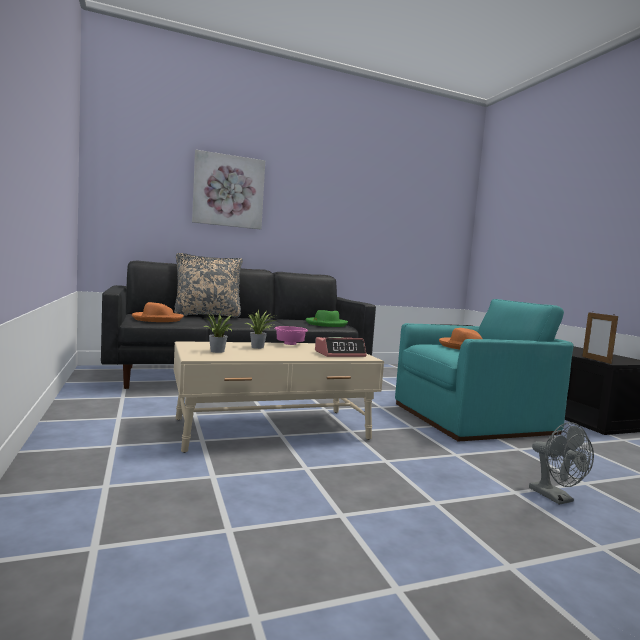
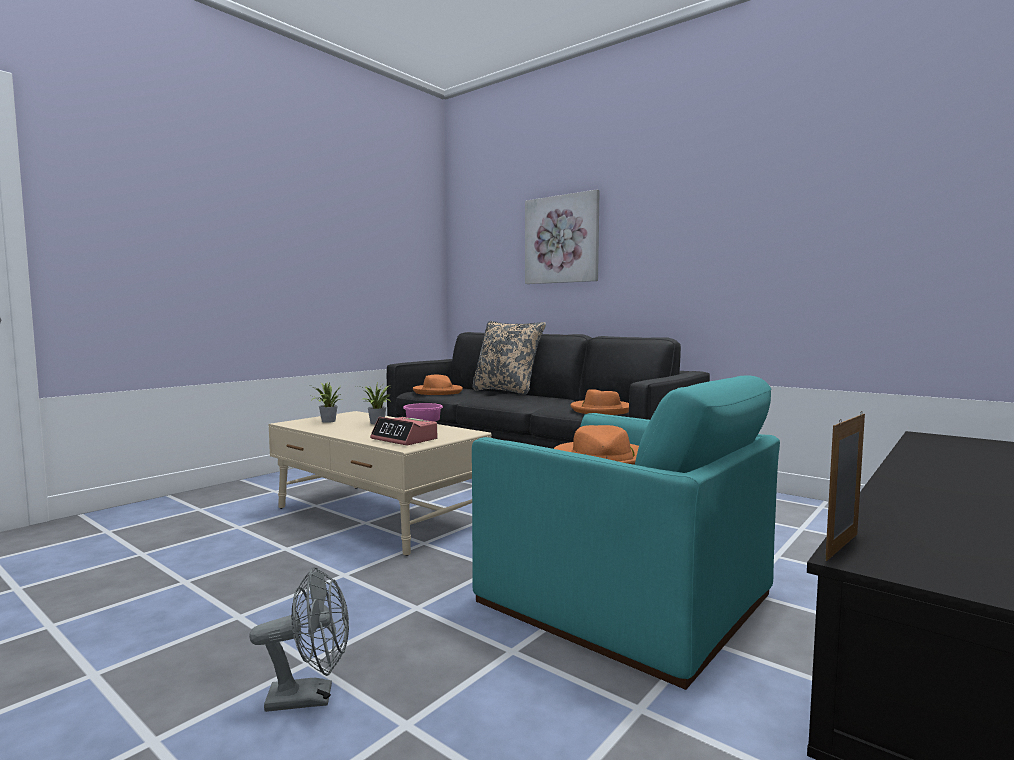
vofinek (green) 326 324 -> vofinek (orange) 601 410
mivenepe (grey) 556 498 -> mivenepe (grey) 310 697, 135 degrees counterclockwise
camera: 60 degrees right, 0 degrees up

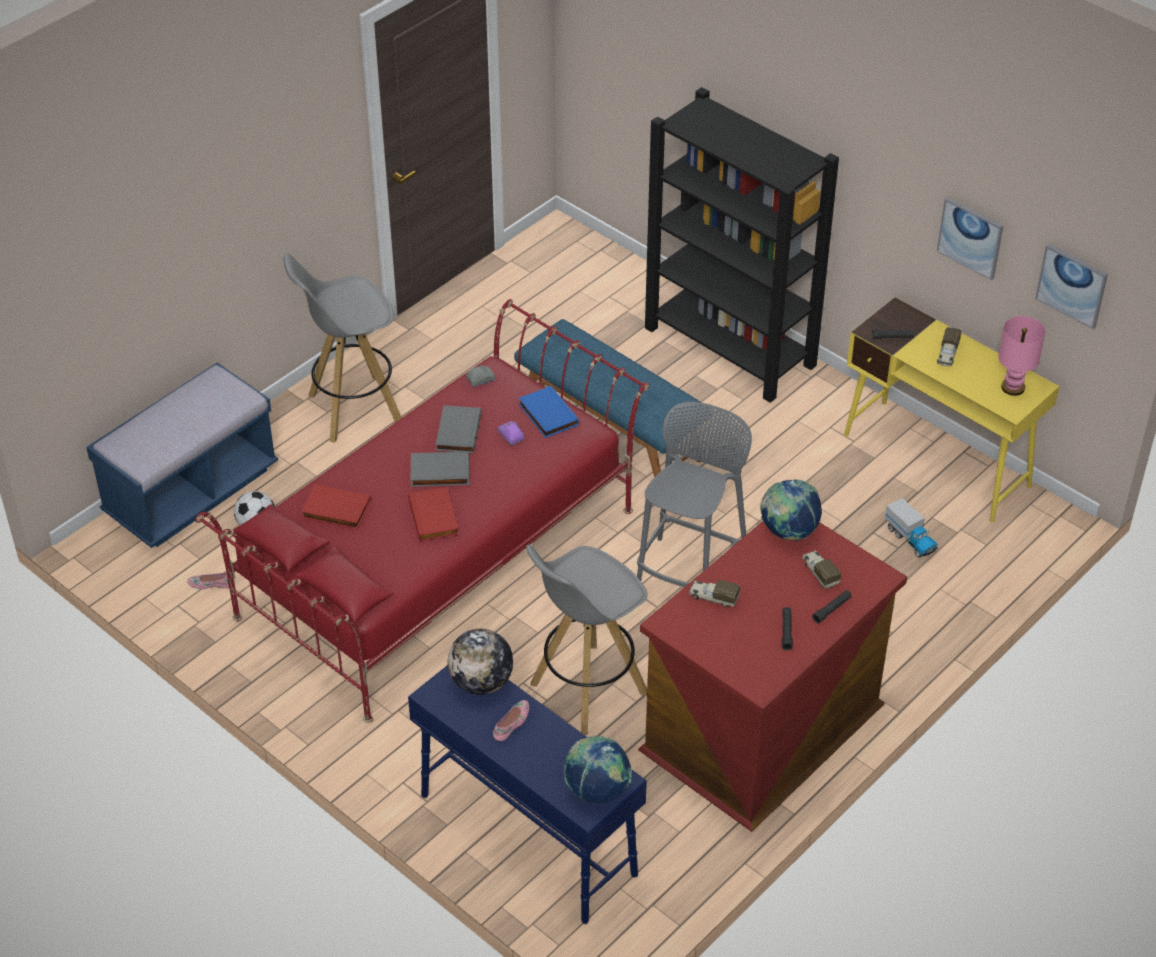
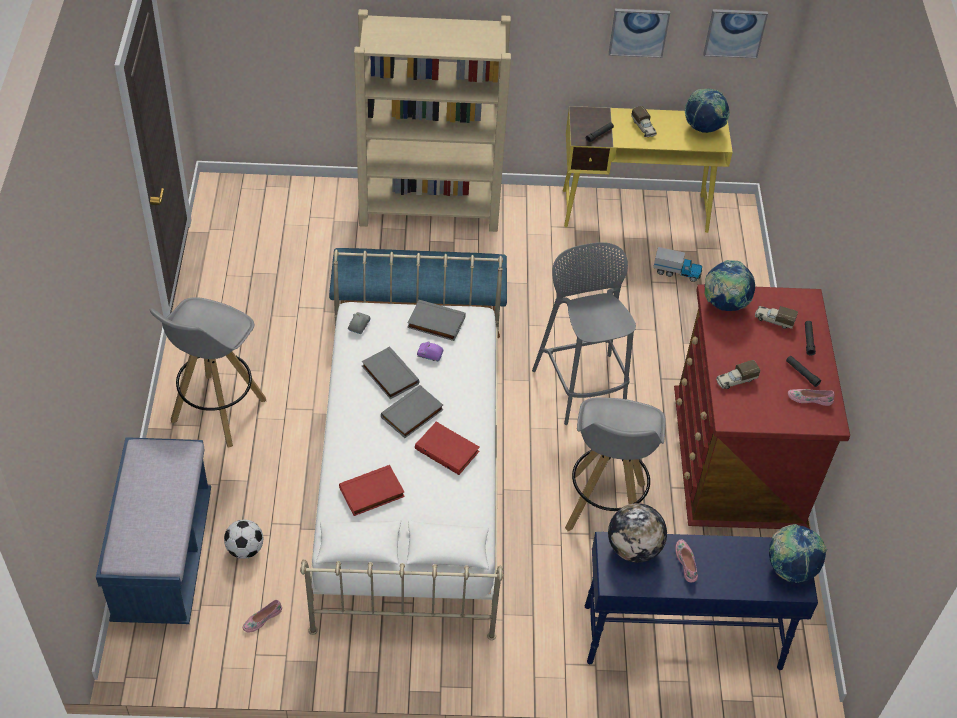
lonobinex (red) 438 564 -> lonobinex (white) 410 488
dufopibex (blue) 547 415 -> dufopibex (grey) 435 323
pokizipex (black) 730 346 -> pokizipex (beige) 429 207
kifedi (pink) 1013 387 -> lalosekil 703 128
none -> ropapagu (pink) 809 398
camera: 45 degrees left, 5 degrees up

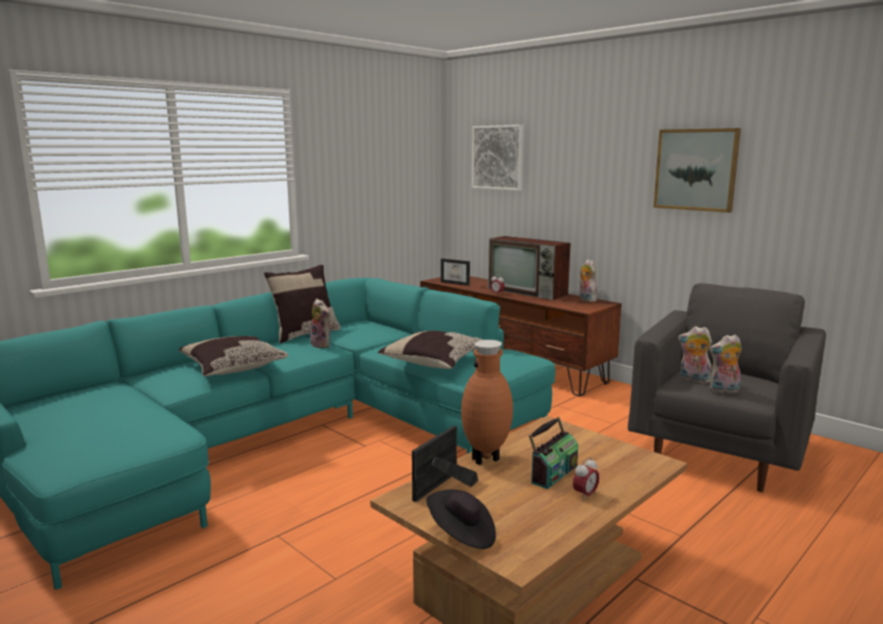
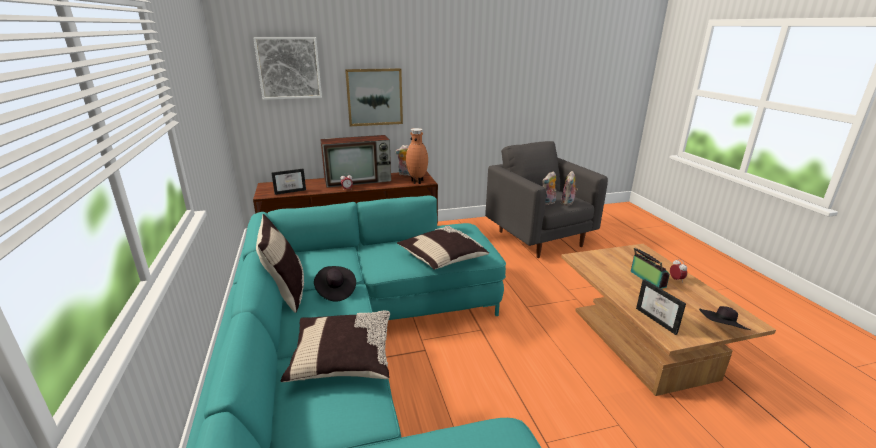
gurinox 322 345 -> vofinek (black) 335 291
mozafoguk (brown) 487 459 -> mozafoguk (brown) 417 182, shifted
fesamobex 696 169 -> fesamobex 374 97, shifted
camera: 60 degrees left, 10 degrees up

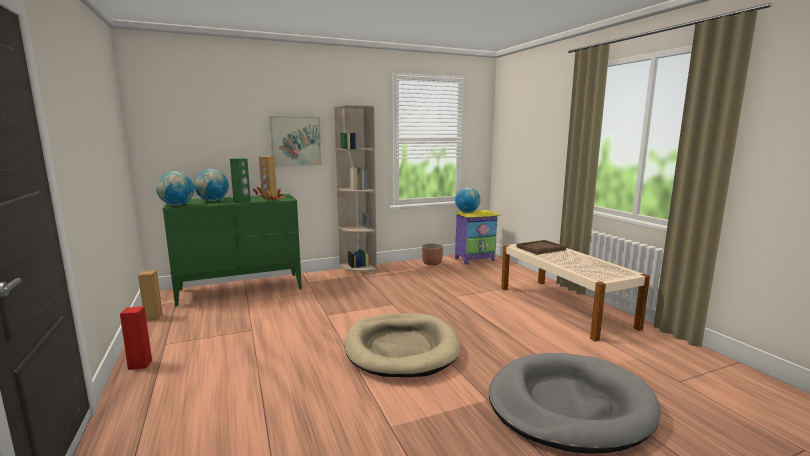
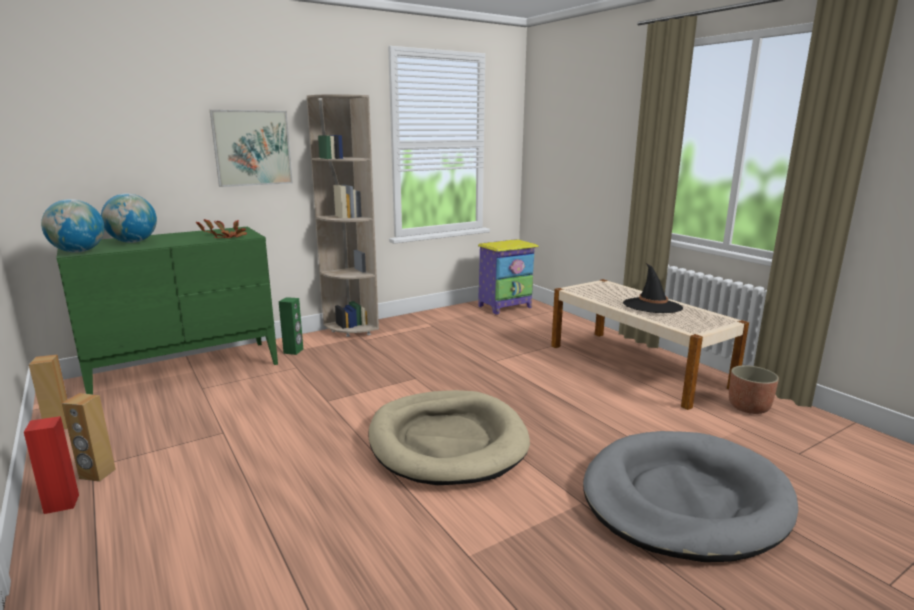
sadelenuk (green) 242 202 -> sadelenuk (green) 293 351, shifted
sadelenuk (brown) 269 196 -> sadelenuk (brown) 97 474, shifted
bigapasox 432 263 -> bigapasox 748 407, shifted
lalosekil 467 212 -> none
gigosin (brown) 540 248 -> none
none -> vofinek (black) 652 306
camera: 10 degrees left, 5 degrees up

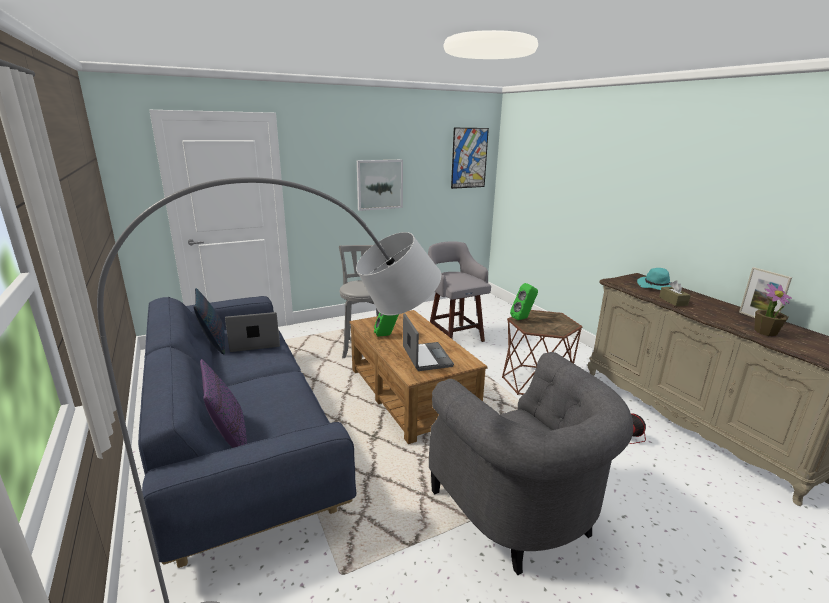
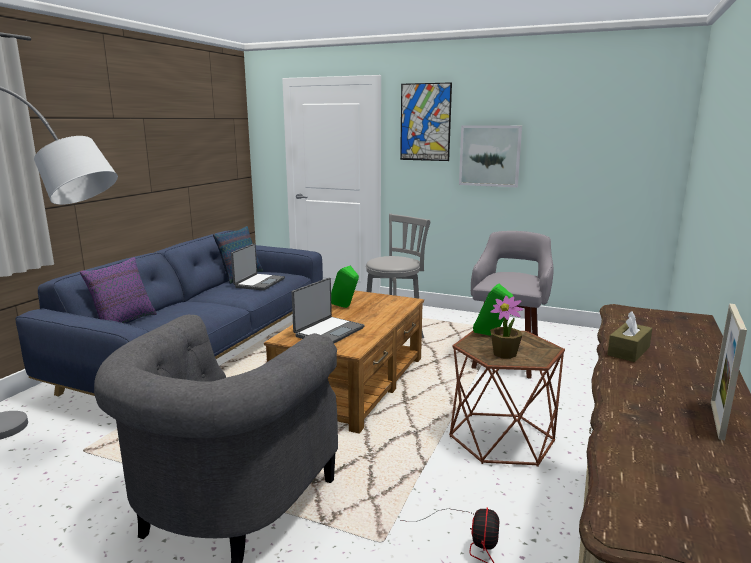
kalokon 255 343 -> kalokon 259 283, 75 degrees clockwise
fesamobex 469 158 -> fesamobex 425 122, shifted
vofinek (turquoise) 656 286 -> none
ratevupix 766 332 -> ratevupix 504 354, shifted
camera: 50 degrees right, 5 degrees down

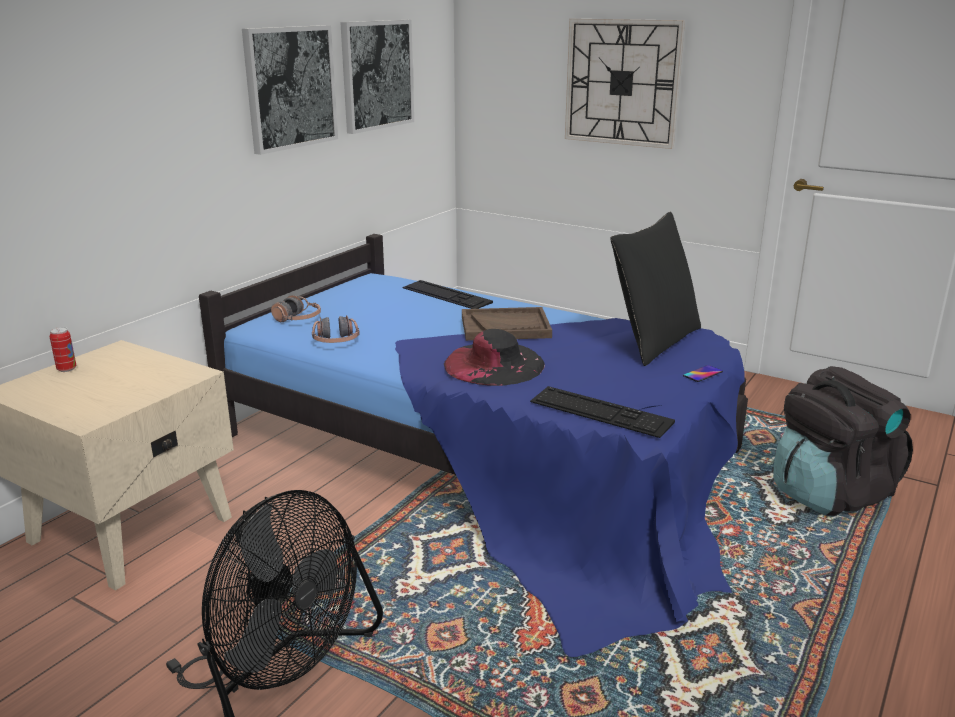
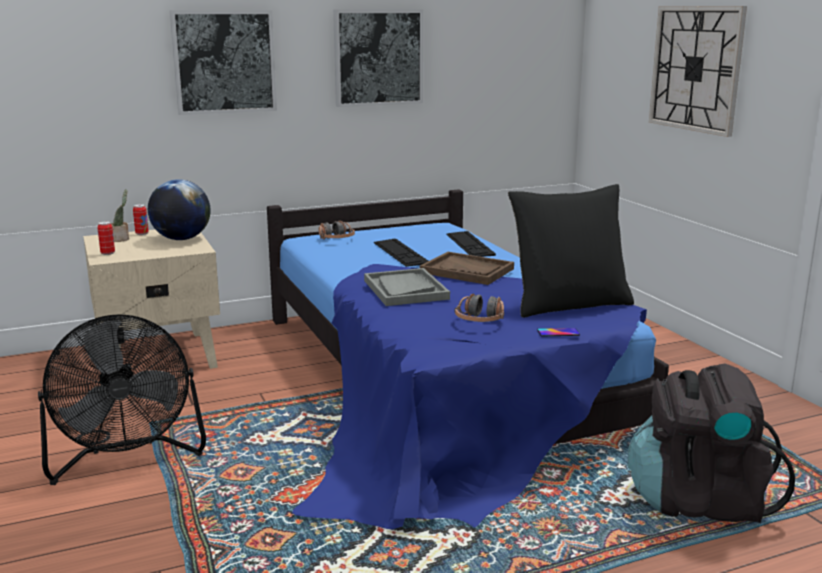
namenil 336 341 -> namenil 480 321, shifted
fesamobex 376 75 -> fesamobex 224 62, shifted
vofinek (black) 494 364 -> gigosin (grey) 405 289
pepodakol 600 412 -> pepodakol 400 252, shifted
none -> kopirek 107 253
none -> ratevupix 121 239
none -> lalosekil 181 239
camera: 35 degrees right, 5 degrees down

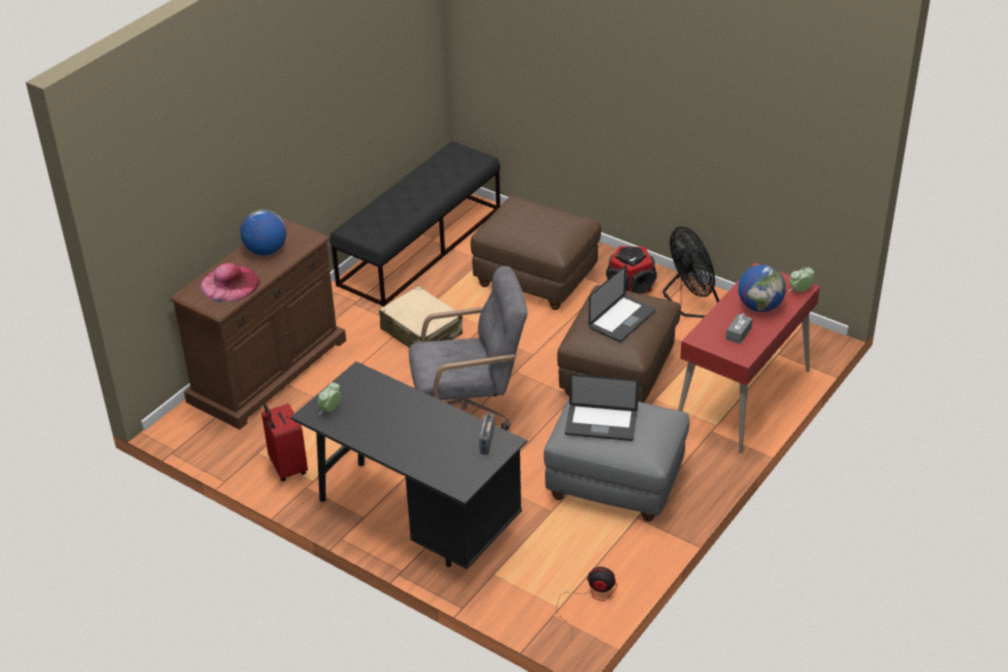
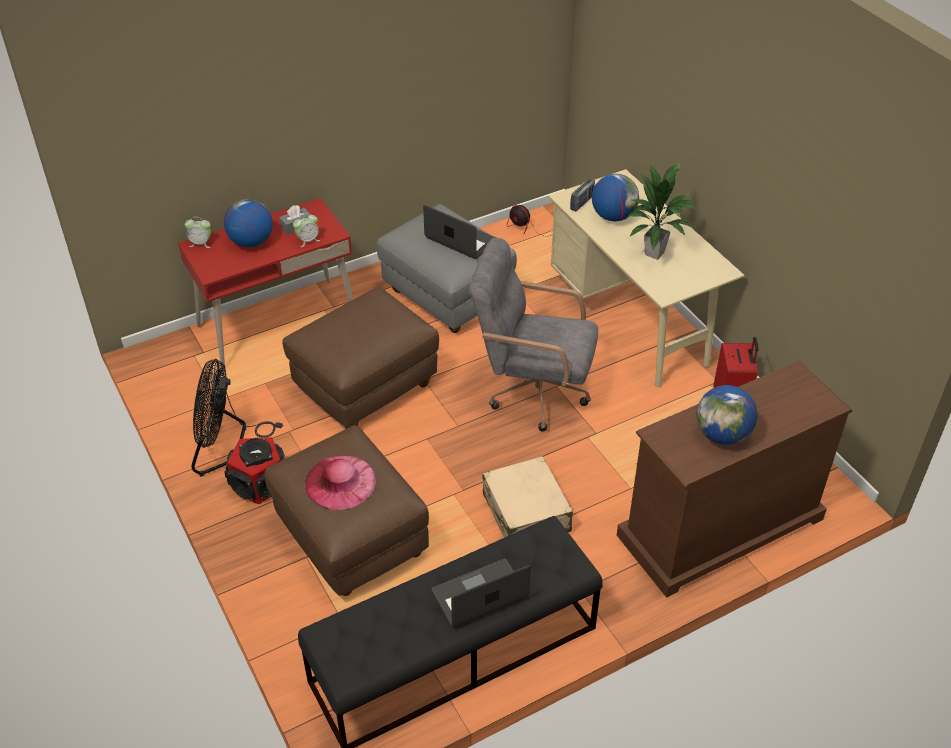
vofinek (pink) 230 283 -> vofinek (pink) 340 482, shifted
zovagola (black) 414 519 -> zovagola (beige) 632 322
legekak 330 410 -> legekak 308 240, shifted
kalokon 622 319 -> kalokon 480 595, shifted
none -> lalosekil 613 216
none -> ratevupix 655 253
camera: 155 degrees left, 5 degrees up

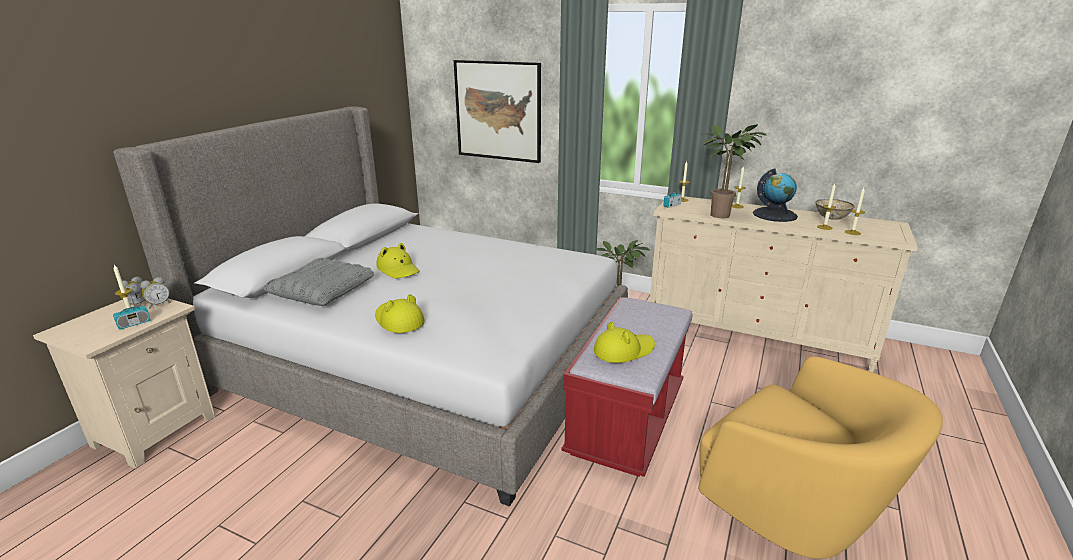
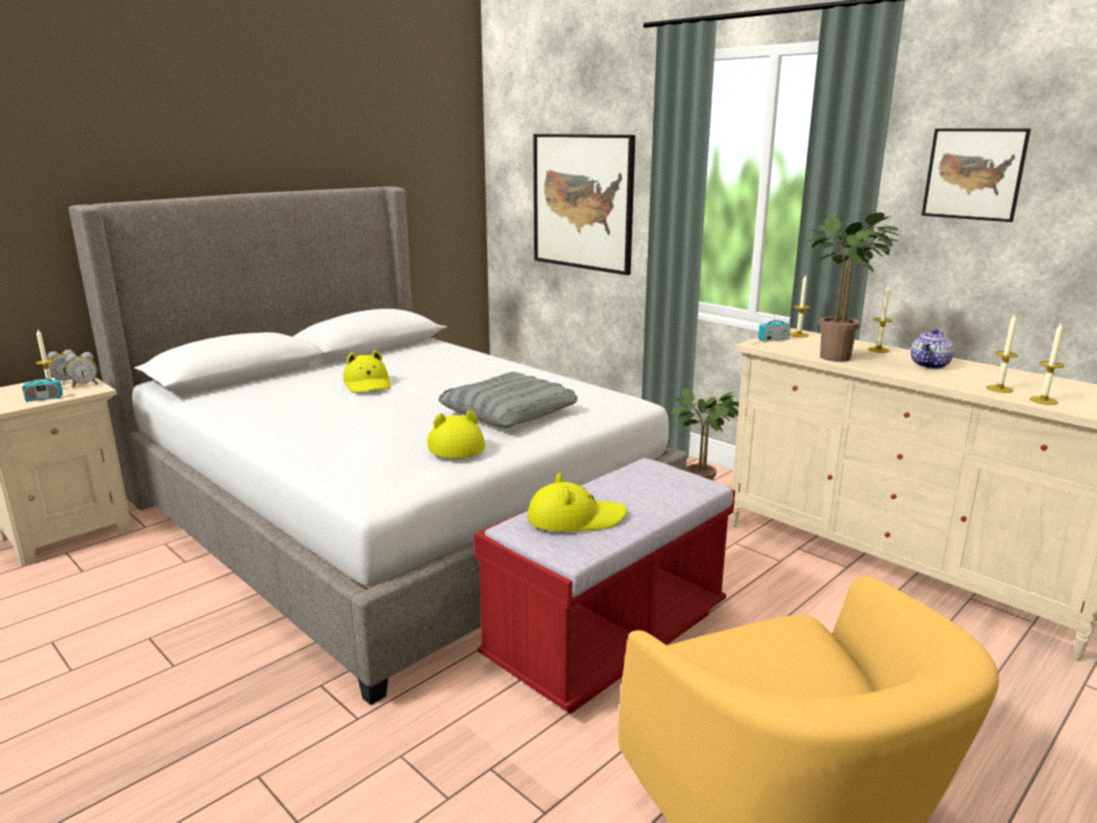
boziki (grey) 322 291 -> boziki (grey) 509 413, shifted
vofinek (yellow) 398 320 -> vofinek (yellow) 454 445, shifted
lalosekil 774 215 -> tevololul 930 365
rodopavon 831 218 -> none
none -> fesamobex 974 174
camera: 20 degrees right, 5 degrees down

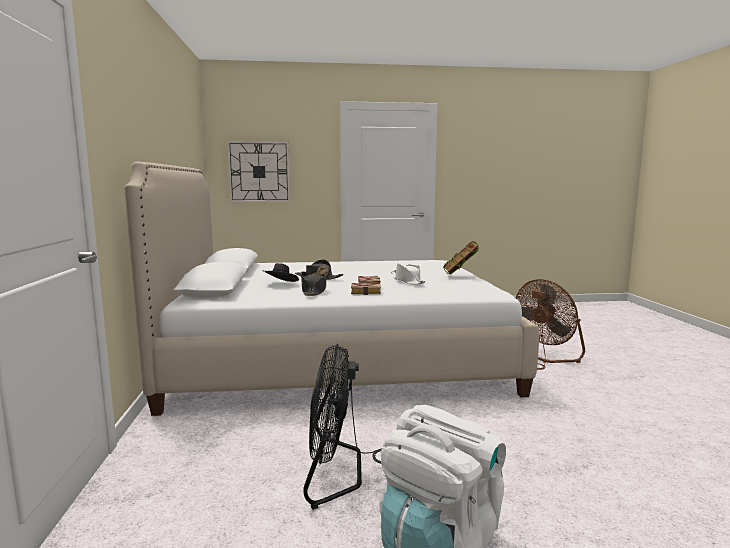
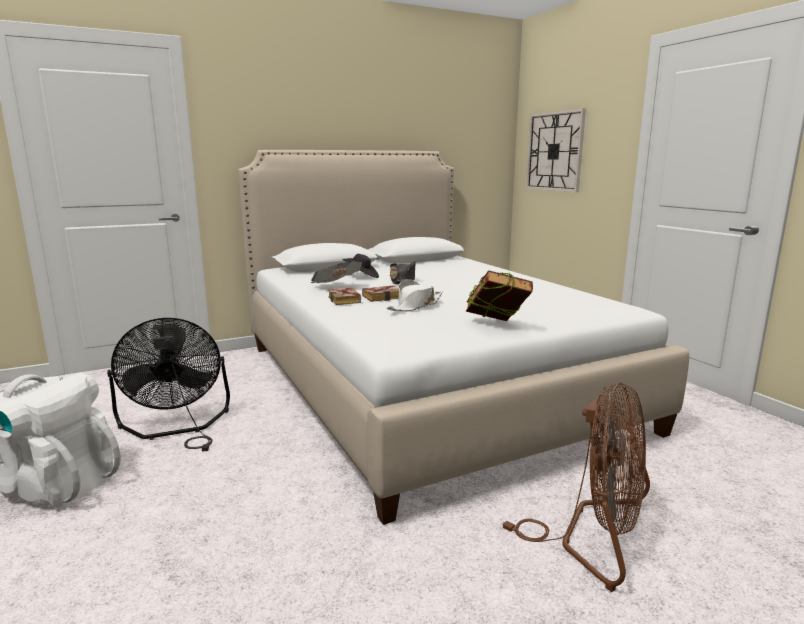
vofinek (black) 313 291 -> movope 336 287
camera: 70 degrees right, 5 degrees up

